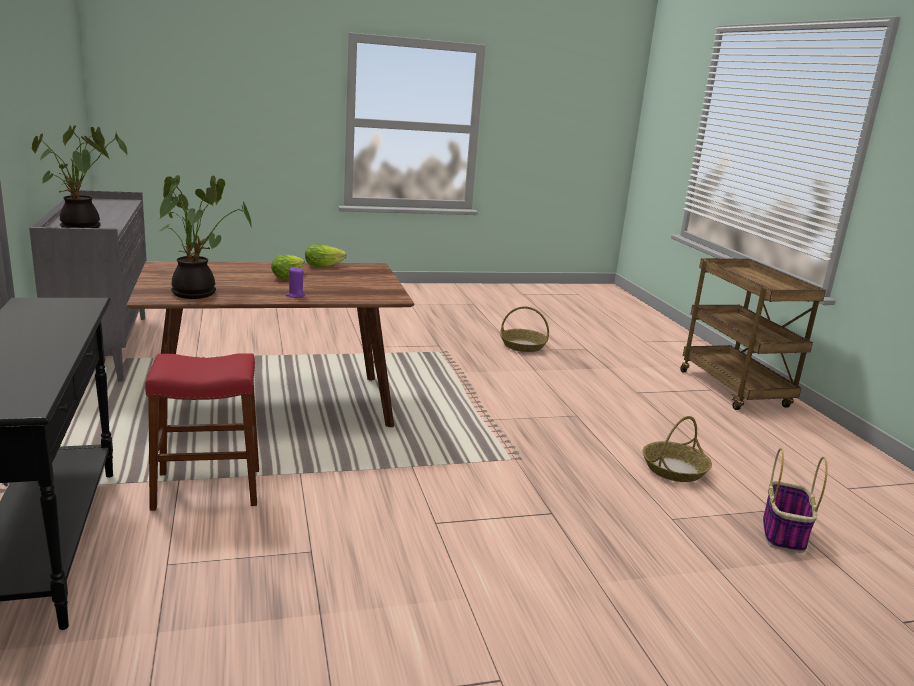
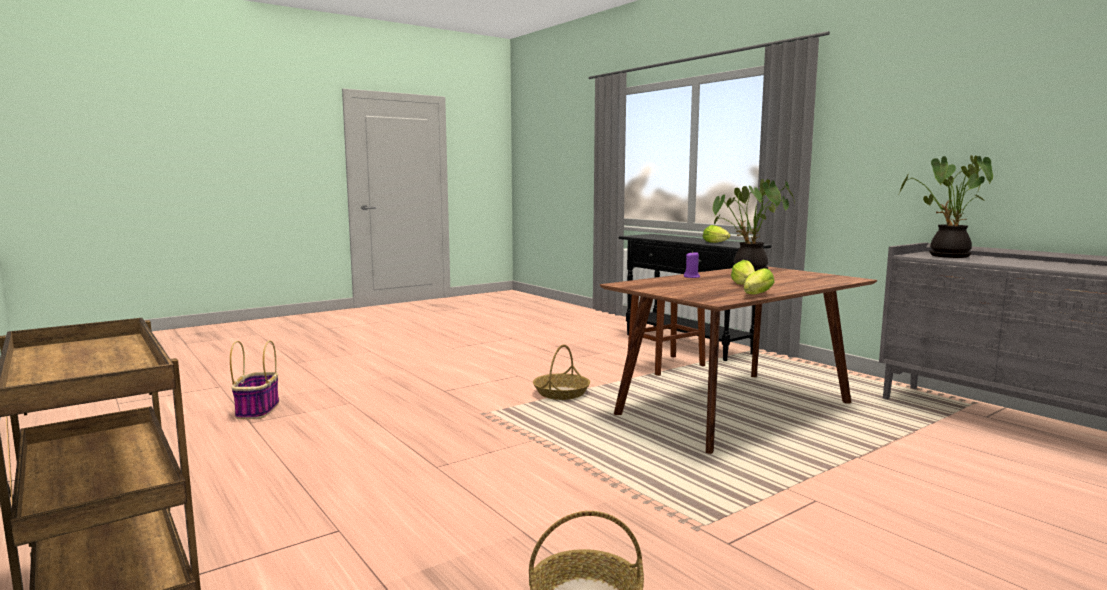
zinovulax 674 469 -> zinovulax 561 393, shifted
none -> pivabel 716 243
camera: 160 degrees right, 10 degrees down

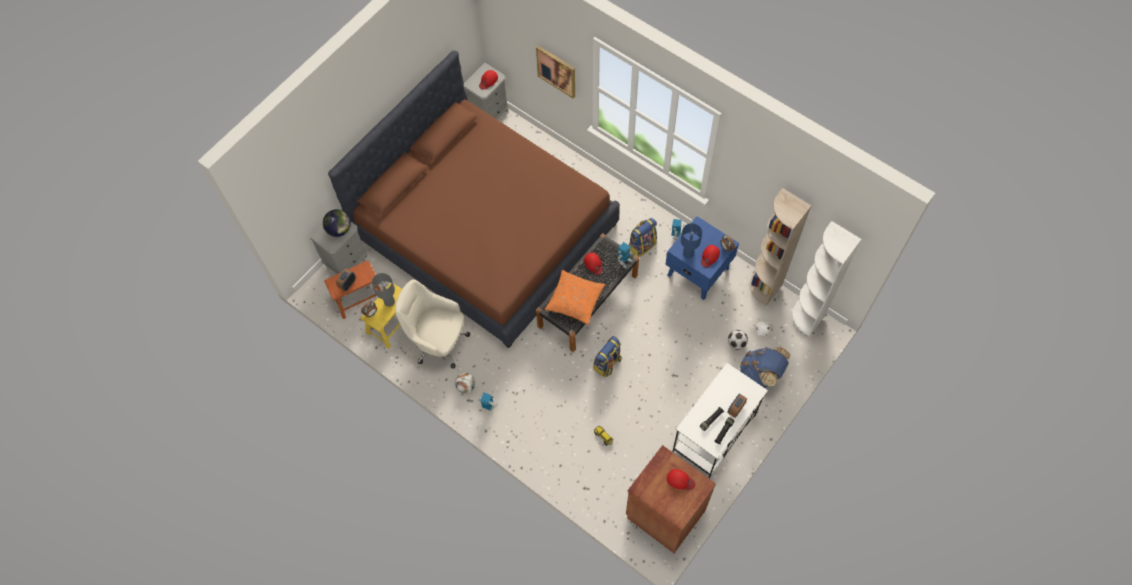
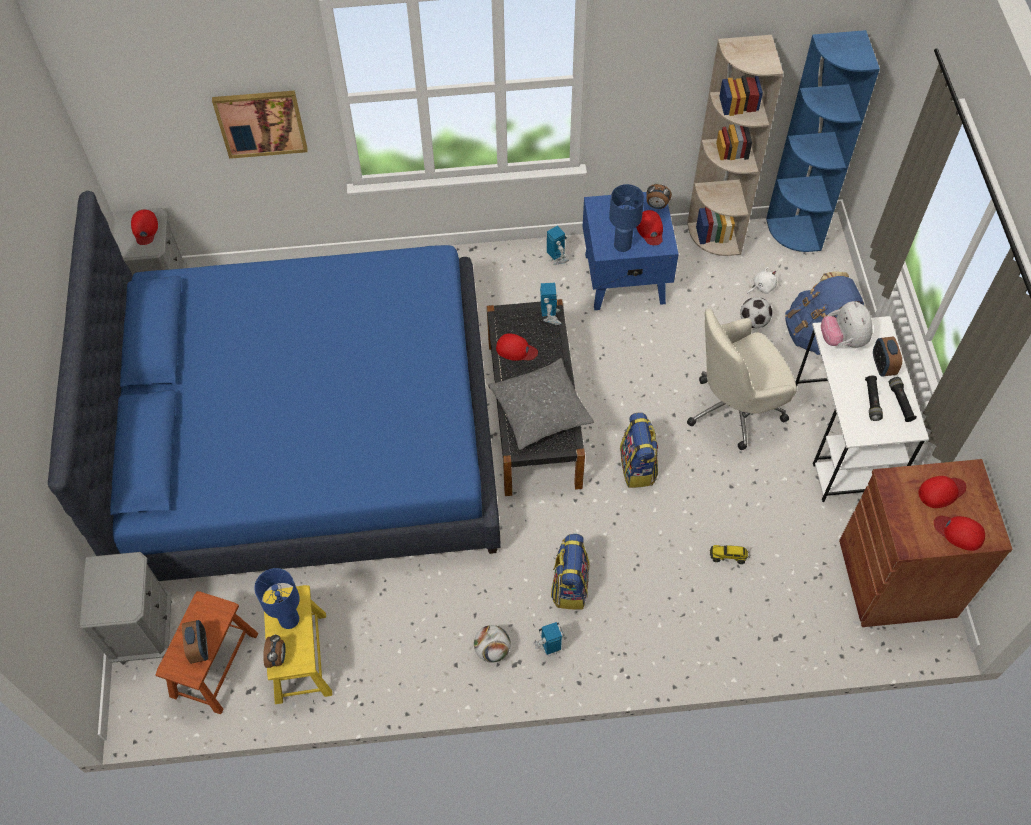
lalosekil 339 229 -> none
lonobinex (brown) 485 230 -> lonobinex (blue) 308 435
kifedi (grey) 389 302 -> kifedi (blue) 289 620
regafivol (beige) 438 343 -> regafivol (beige) 734 409, shifted
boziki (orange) 575 300 -> boziki (grey) 540 410
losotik 642 245 -> losotik 569 586, shifted
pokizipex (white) 805 319 -> pokizipex (blue) 793 237
none -> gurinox 842 340
none -> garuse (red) 959 532
camera: 45 degrees left, 5 degrees down

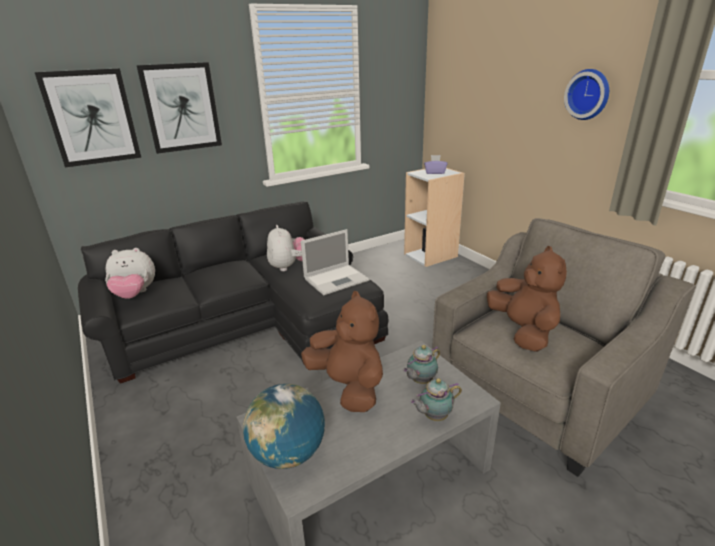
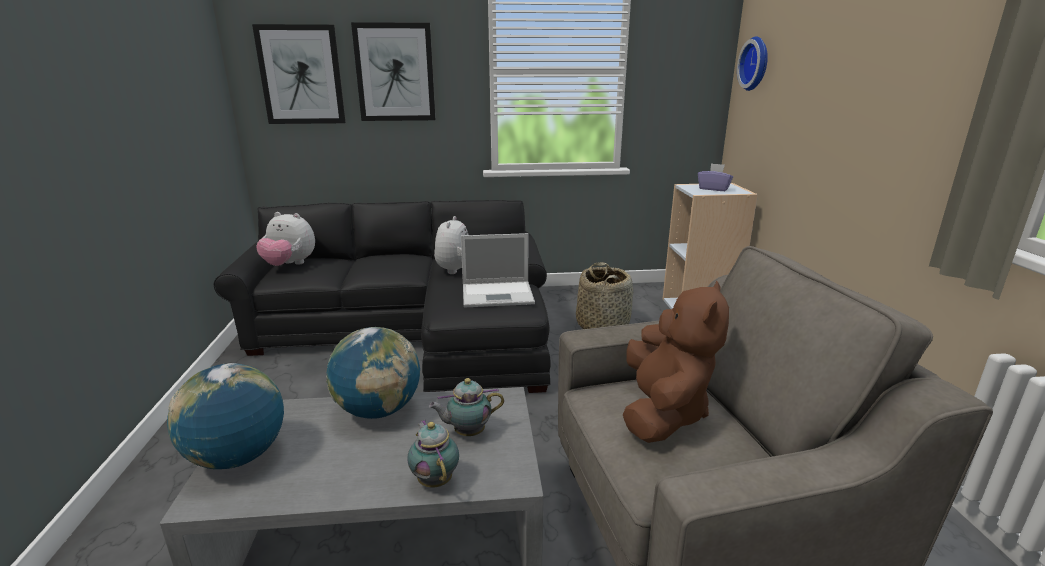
gurinox (brown) 348 387 -> lalosekil 378 410
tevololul 434 417 -> tevololul 435 479, 60 degrees clockwise
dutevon 588 94 -> dutevon 756 64, shifted
none -> zinovulax 603 325
camera: 25 degrees right, 5 degrees down

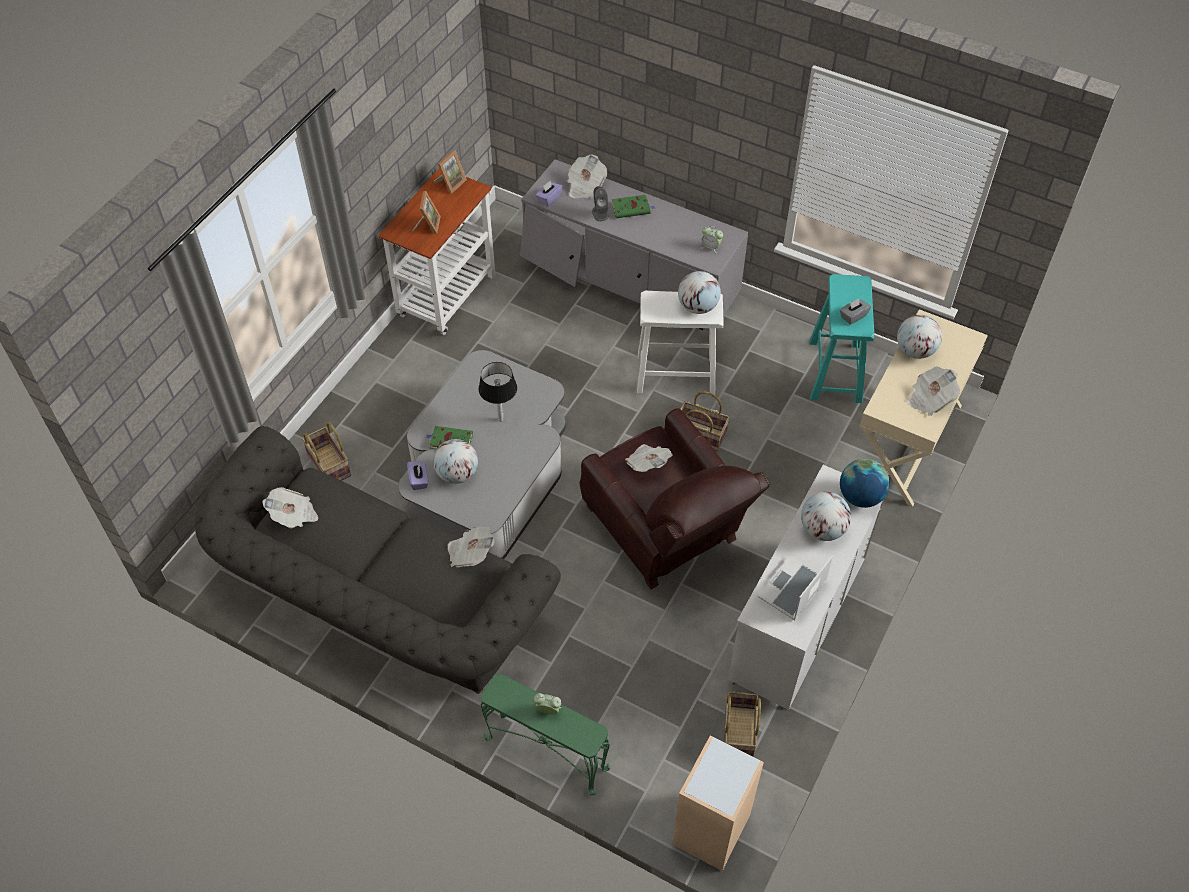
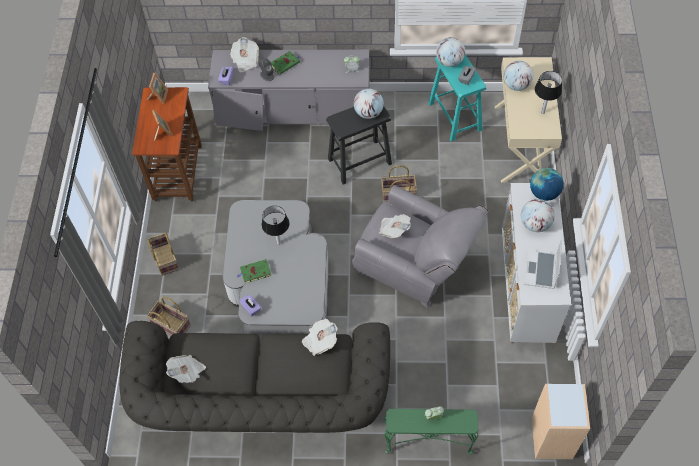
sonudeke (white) 448 295 -> sonudeke (brown) 178 172
lalosekil 457 474 -> lalosekil 449 62, shifted
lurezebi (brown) 666 532 -> lurezebi (grey) 416 267
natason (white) 675 374 -> natason (black) 359 161
zinovulax 738 732 -> zinovulax 165 259, shifted
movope 930 399 -> kifedi 543 112
camera: 25 degrees left, 5 degrees up

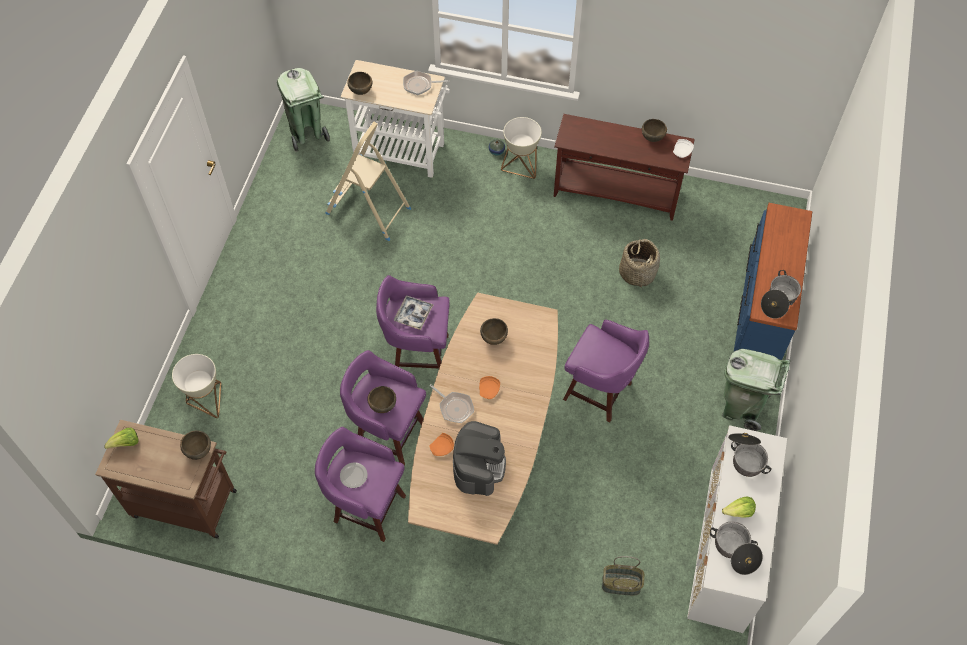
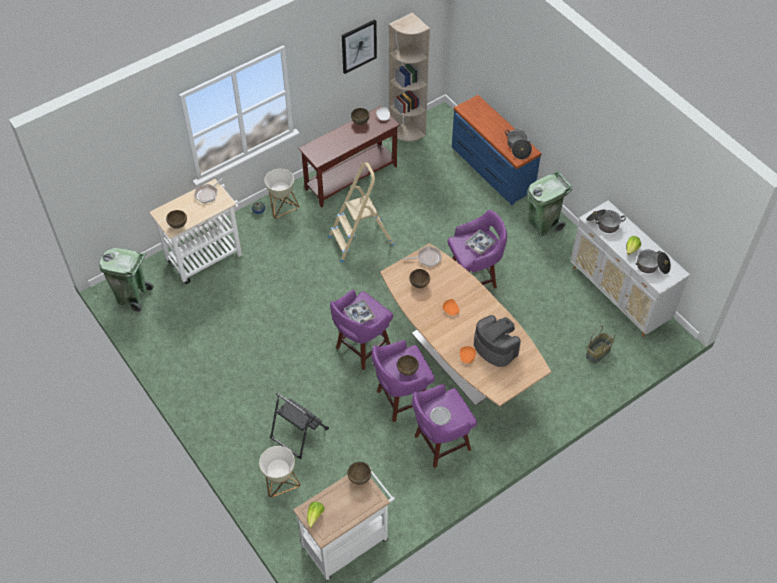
sonudeke (brown) 187 505 -> sonudeke (white) 347 542
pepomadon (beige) 367 210 -> pepomadon (beige) 360 240, shifted
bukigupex 454 407 -> bukigupex 427 258, shifted
zinovulax 637 272 -> none
none -> pepomadon (black) 297 434
none -> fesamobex 358 46
none -> pokizipex (beige) 407 135
none -> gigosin 480 244
camera: 50 degrees left, 5 degrees down

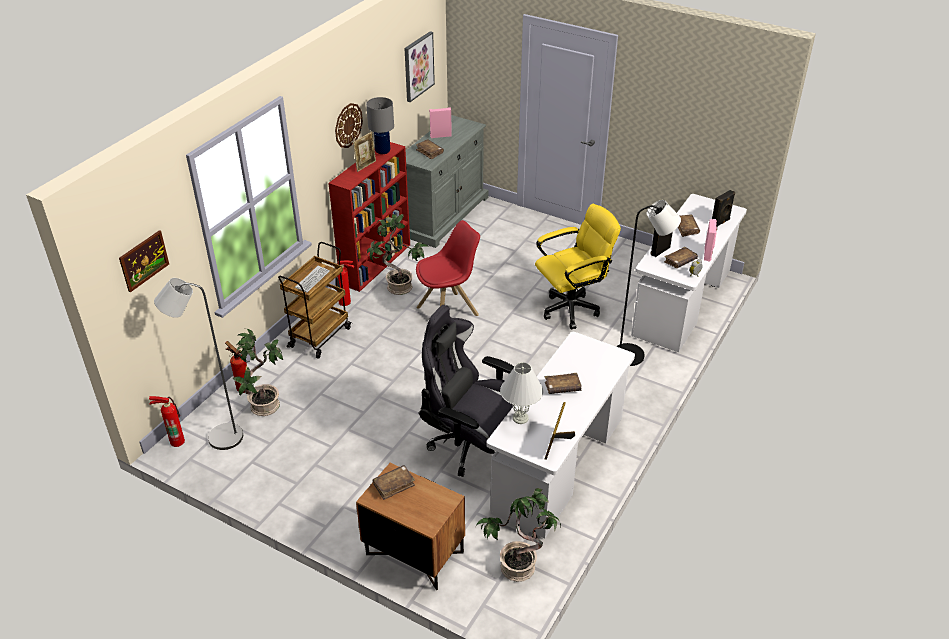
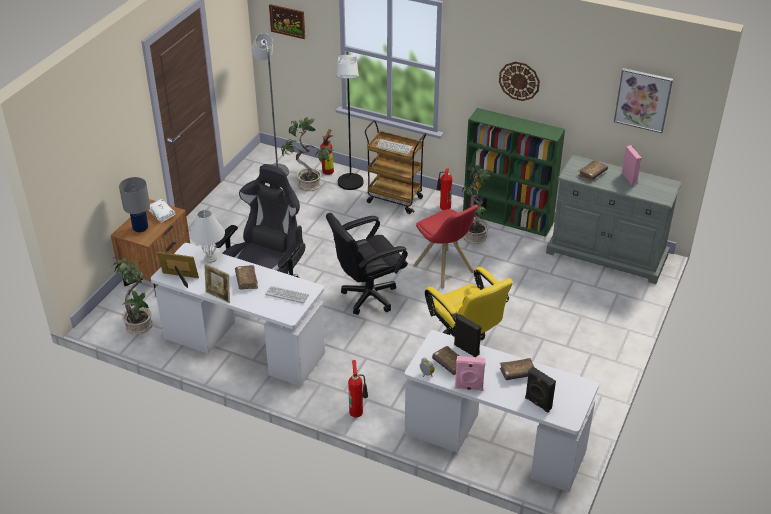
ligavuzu 176 440 -> ligavuzu 357 411, shifted
pokizipex (red) 376 263 -> pokizipex (green) 508 218
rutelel 365 166 -> rutelel 218 296, shifted
kifedi (grey) 382 152 -> kifedi (grey) 140 229, shifted
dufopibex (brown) 394 485 -> dufopibex (white) 162 213
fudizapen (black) 635 355 -> fudizapen (black) 350 185, shifted
none -> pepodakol 287 295
none -> regafivol (black) 367 299
camera: 85 degrees right, 0 degrees up

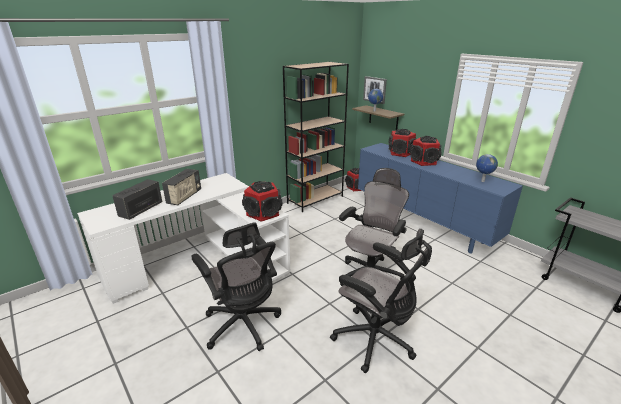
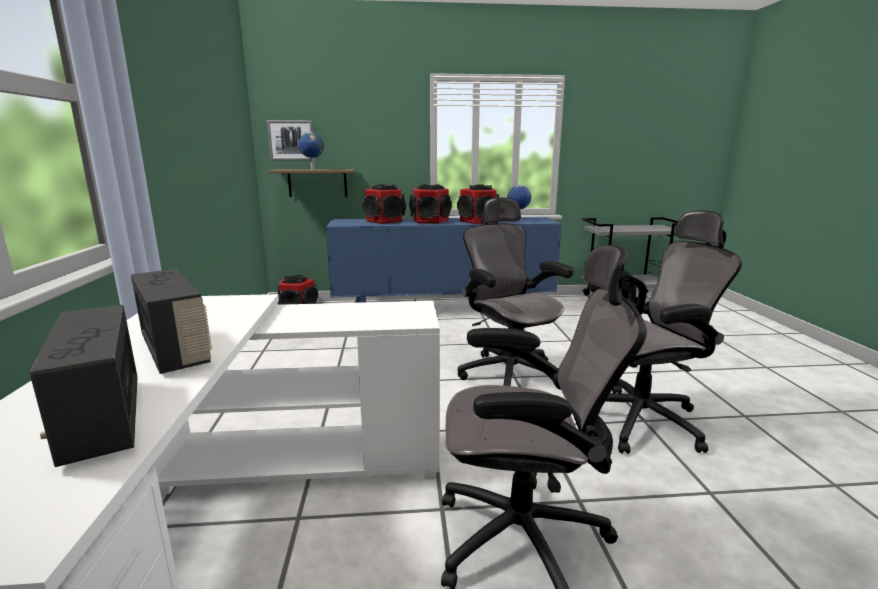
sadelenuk 263 213 -> sadelenuk 478 221, shifted
pokizipex (beige) 315 199 -> none
camera: 55 degrees left, 10 degrees down

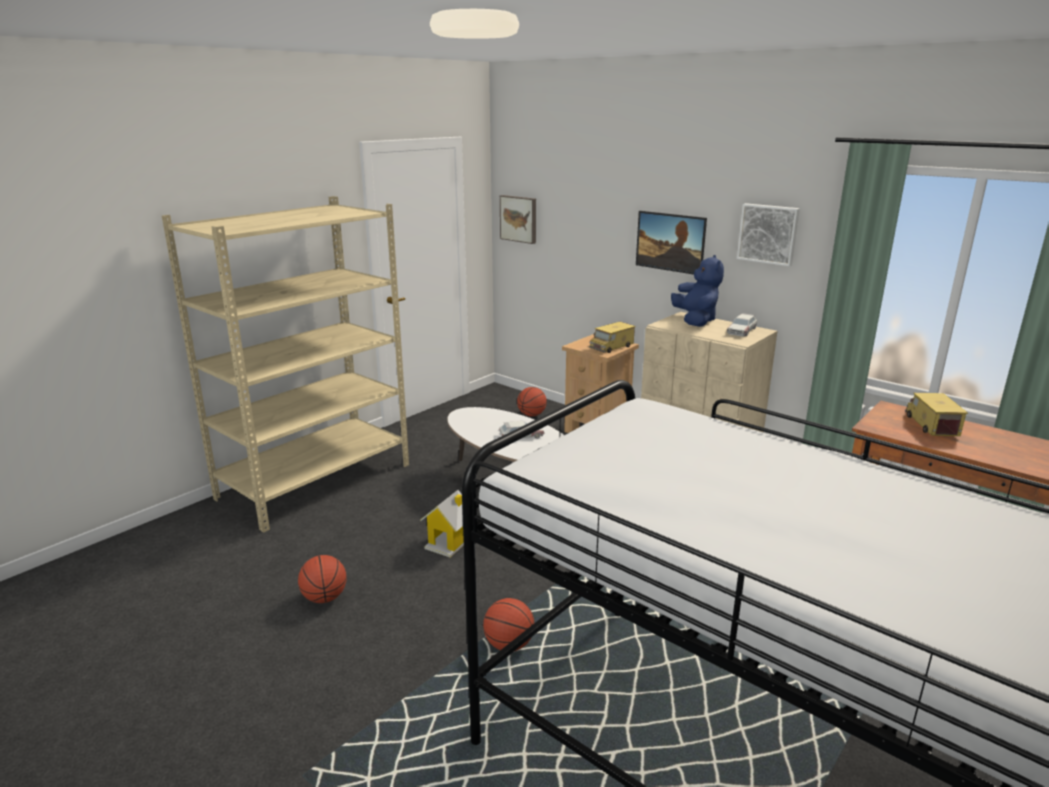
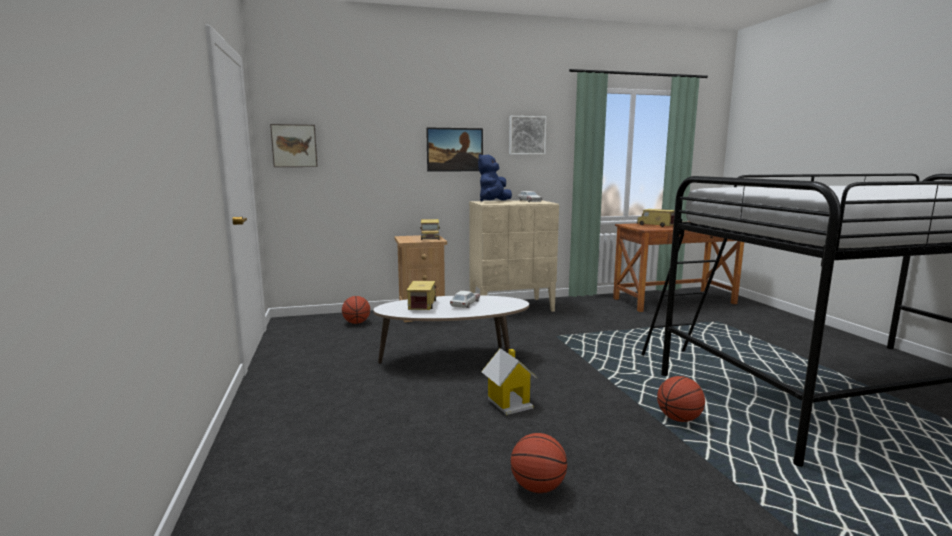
pokizipex (beige) 316 481 -> none
gurinox (blue) 695 320 -> gurinox (blue) 494 201, 90 degrees counterclockwise
none -> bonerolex 422 305
camera: 55 degrees left, 10 degrees down

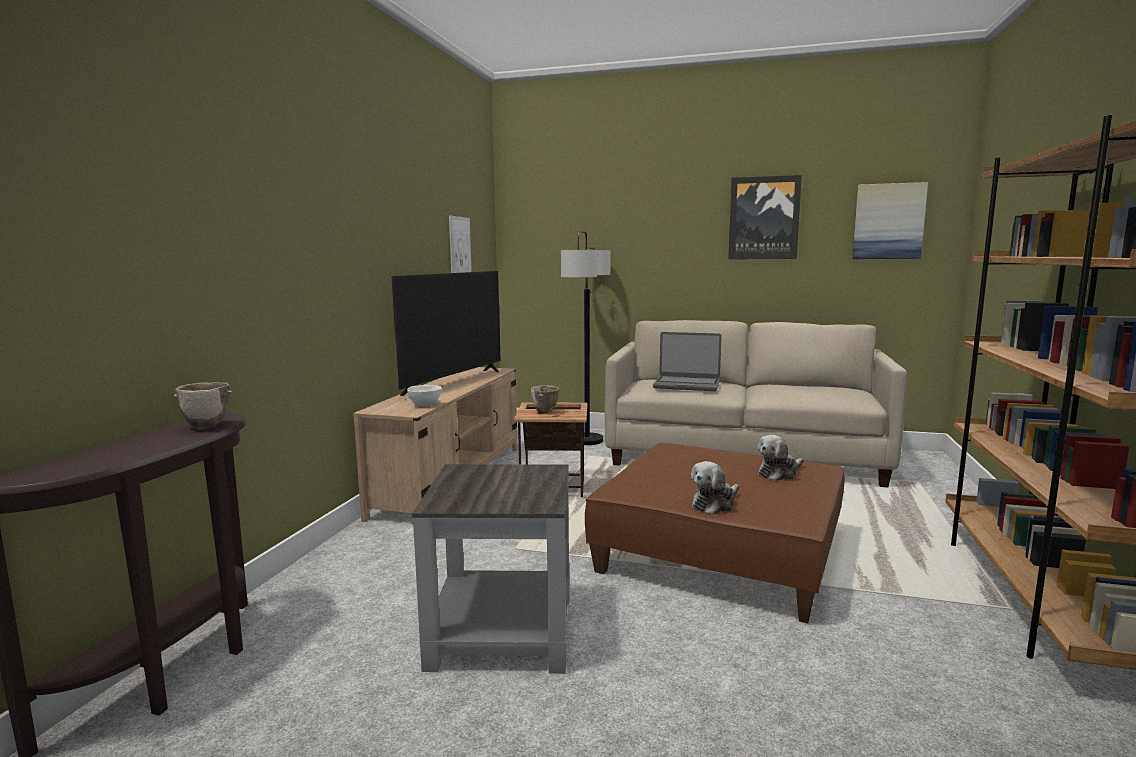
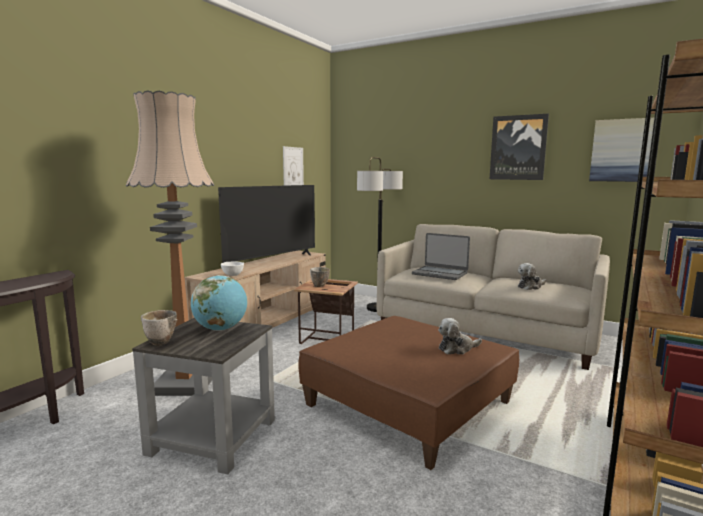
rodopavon 208 427 -> rodopavon 161 342, shifted
gurinox 714 504 -> gurinox 530 286, shifted
none -> fudizapen 185 383
none -> lalosekil 221 329
camera: 15 degrees right, 0 degrees up

